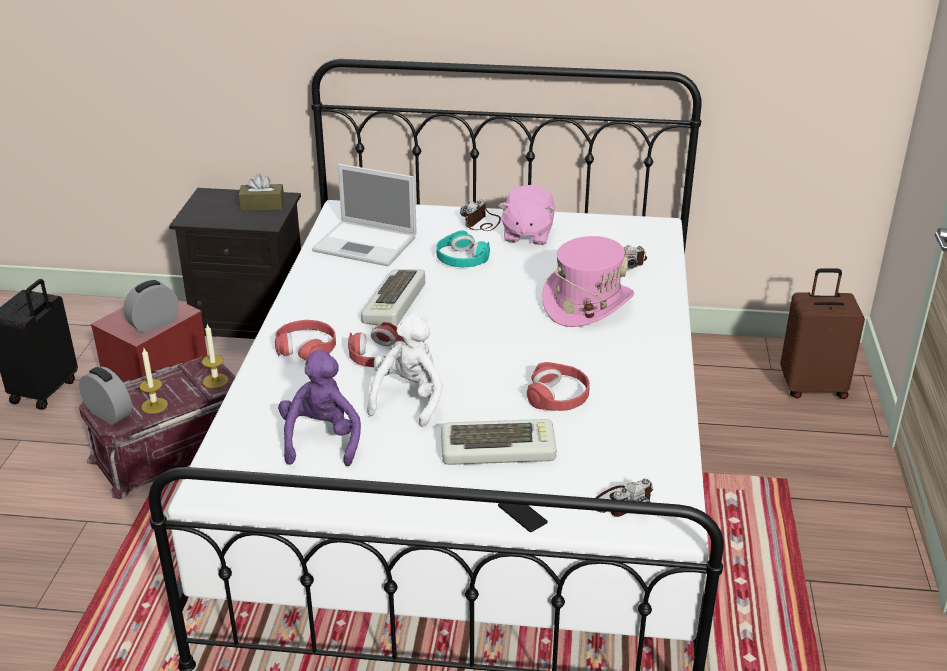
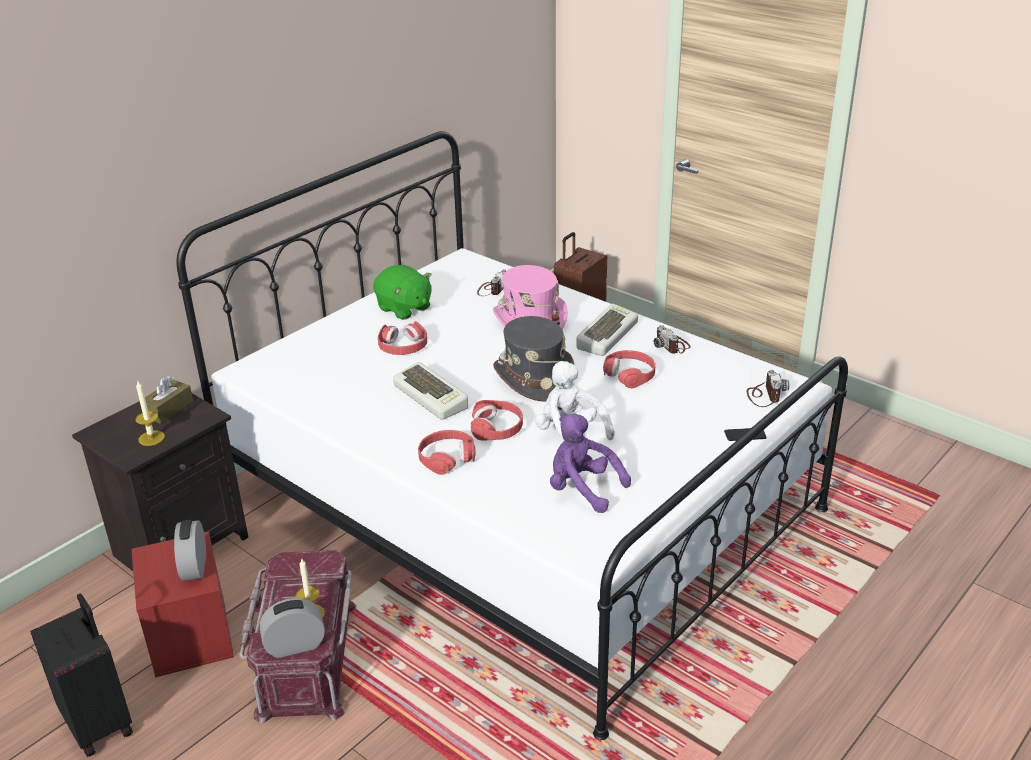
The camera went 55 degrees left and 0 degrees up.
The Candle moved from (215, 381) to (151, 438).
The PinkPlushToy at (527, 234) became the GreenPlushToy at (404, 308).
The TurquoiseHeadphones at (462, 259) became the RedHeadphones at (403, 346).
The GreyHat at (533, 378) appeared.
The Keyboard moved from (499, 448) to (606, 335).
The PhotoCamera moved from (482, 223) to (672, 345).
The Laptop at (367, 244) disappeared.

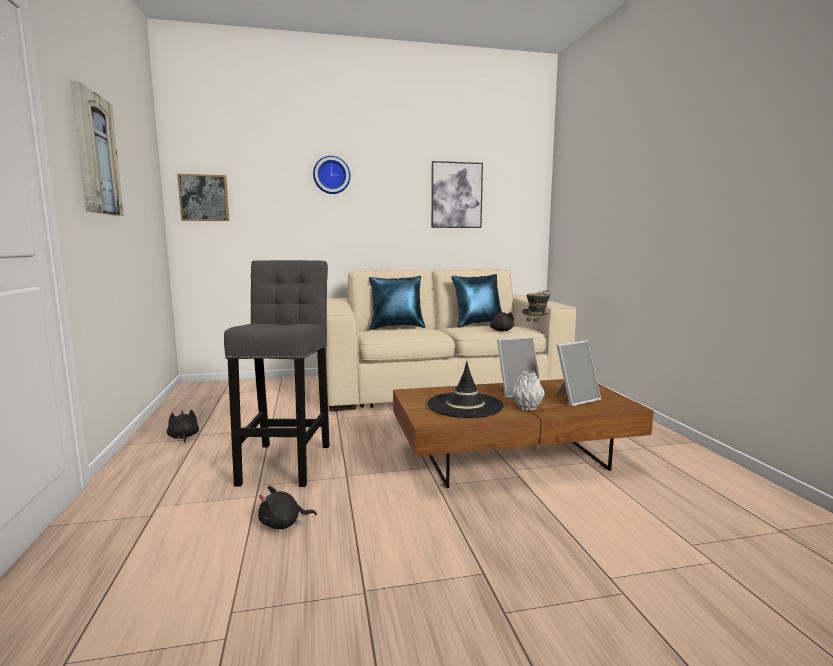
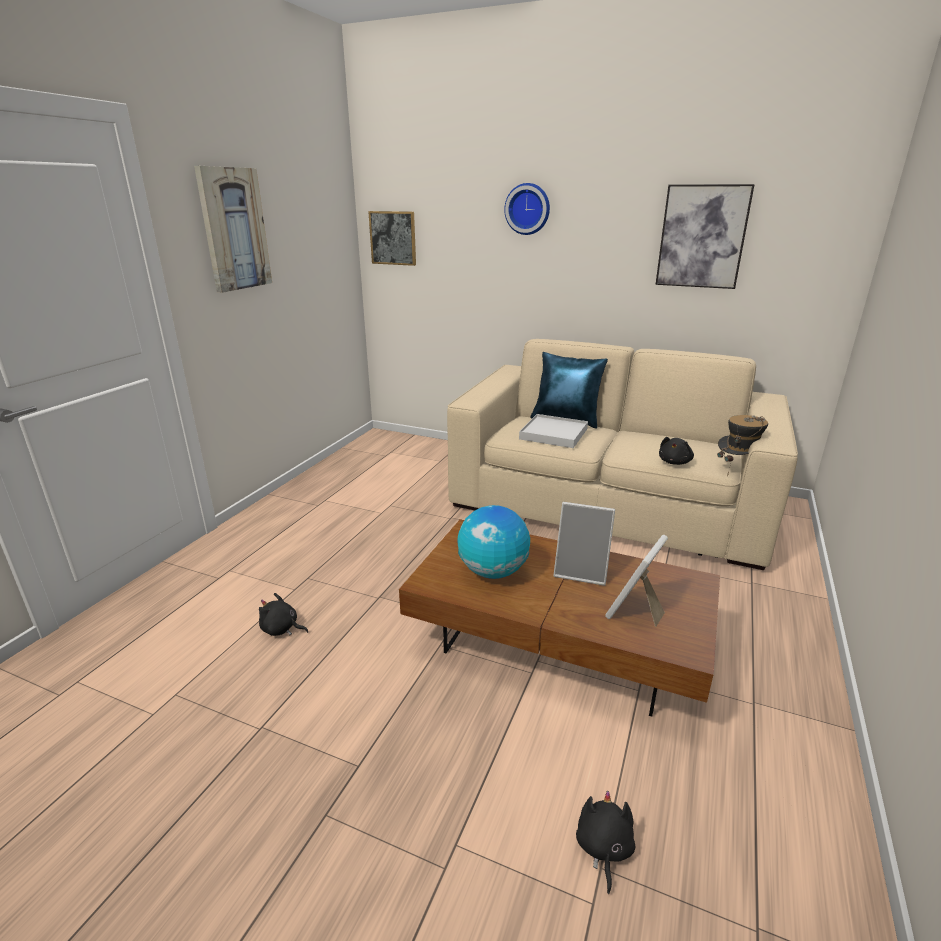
The camera went 35 degrees right and 15 degrees up.
The BlackHat at (465, 405) was replaced by the Globe at (493, 572).
The WhiteTray at (554, 434) appeared.
The BlackPlushToy moved from (183, 437) to (603, 848).
The PictureFrame at (575, 399) turned 120 degrees clockwise.
The GreyStool at (287, 461) disappeared.
The BluePillow at (478, 324) disappeared.
The GreyVase at (527, 408) disappeared.

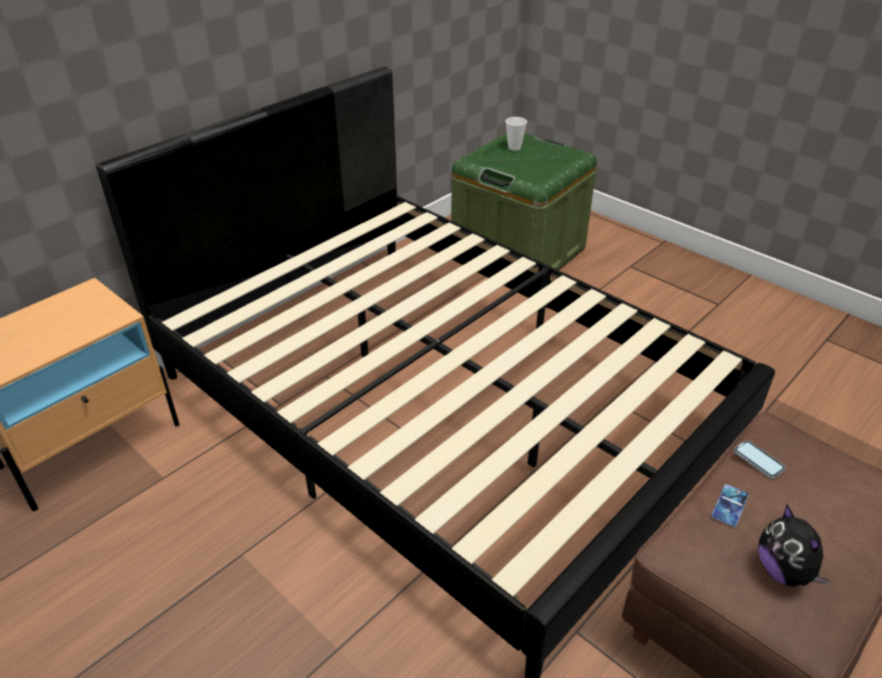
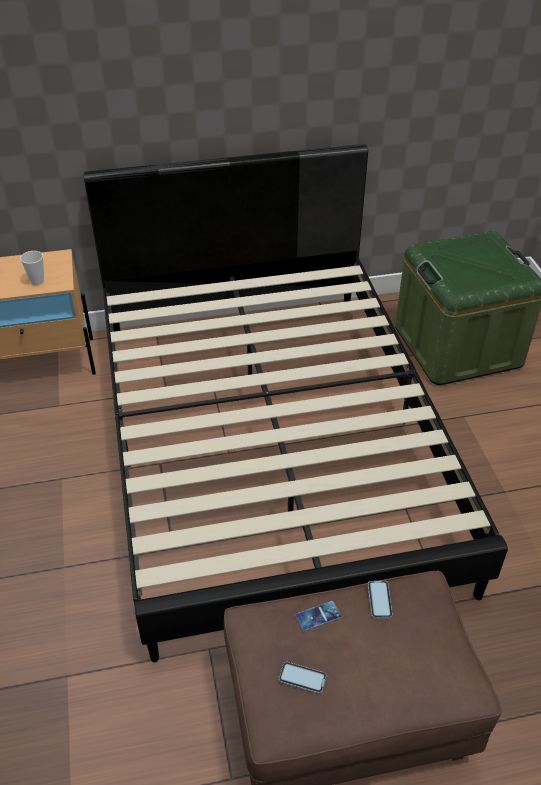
The camera went 35 degrees right and 5 degrees up.
The Cup moved from (514, 147) to (37, 281).
The PlushToy at (784, 571) was replaced by the Phone at (302, 678).

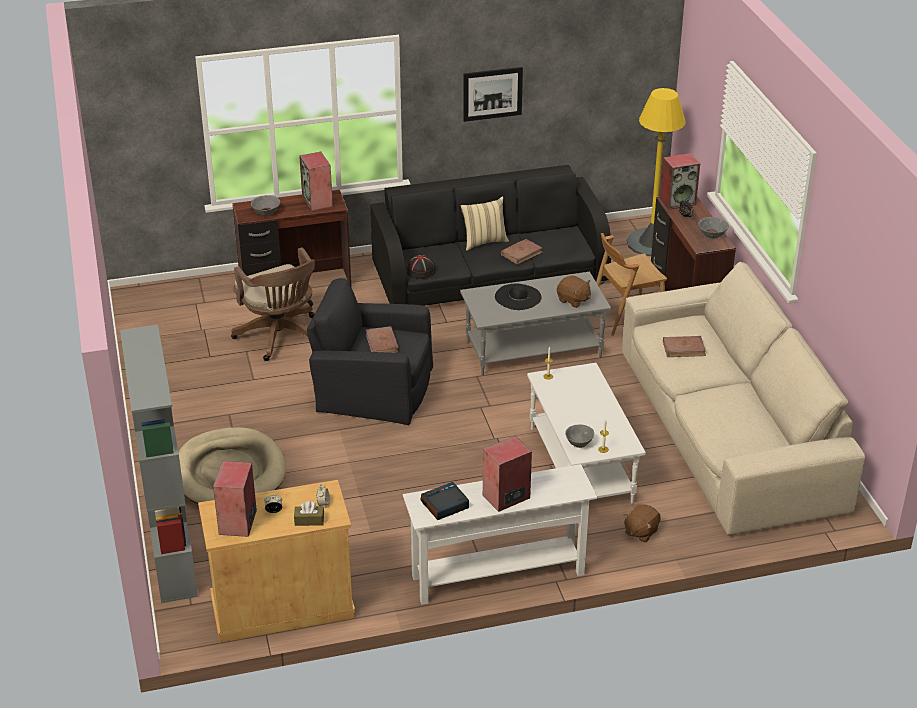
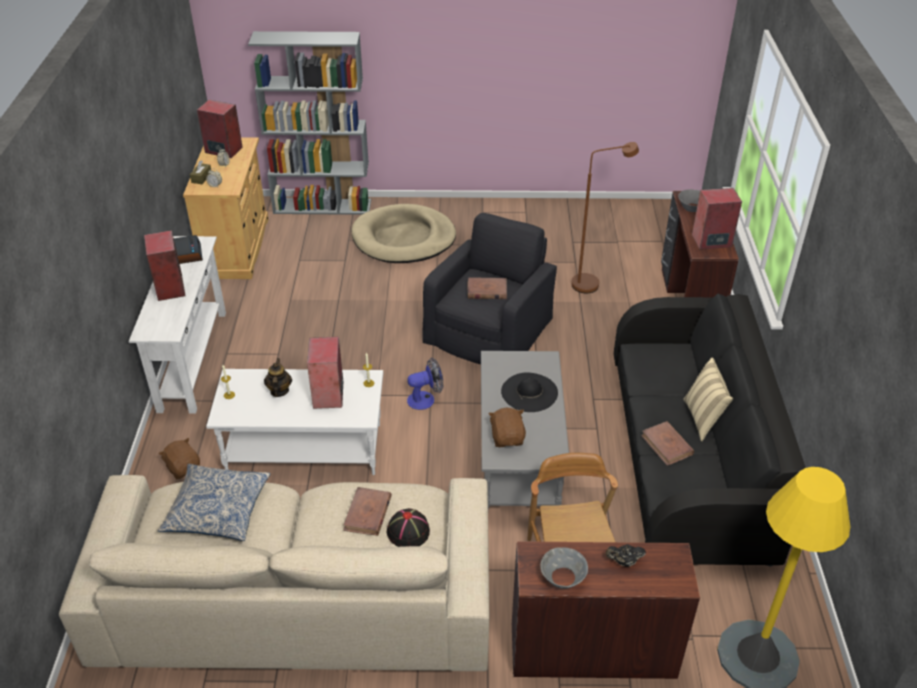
The camera went 105 degrees right and 5 degrees up.
The Pillow at (217, 510) appeared.
The Teapot at (279, 391) appeared.
The Speaker moved from (678, 201) to (329, 395).
The BlackHat moved from (421, 271) to (408, 532).
The Fan at (425, 399) appeared.
The BrownPlushToy at (573, 300) turned 120 degrees clockwise.
The BrownOfficeChair at (280, 337) was replaced by the BrownFloorLamp at (592, 283).
The Picture at (492, 93) disappeared.
The GreyBowl at (578, 443) disappeared.

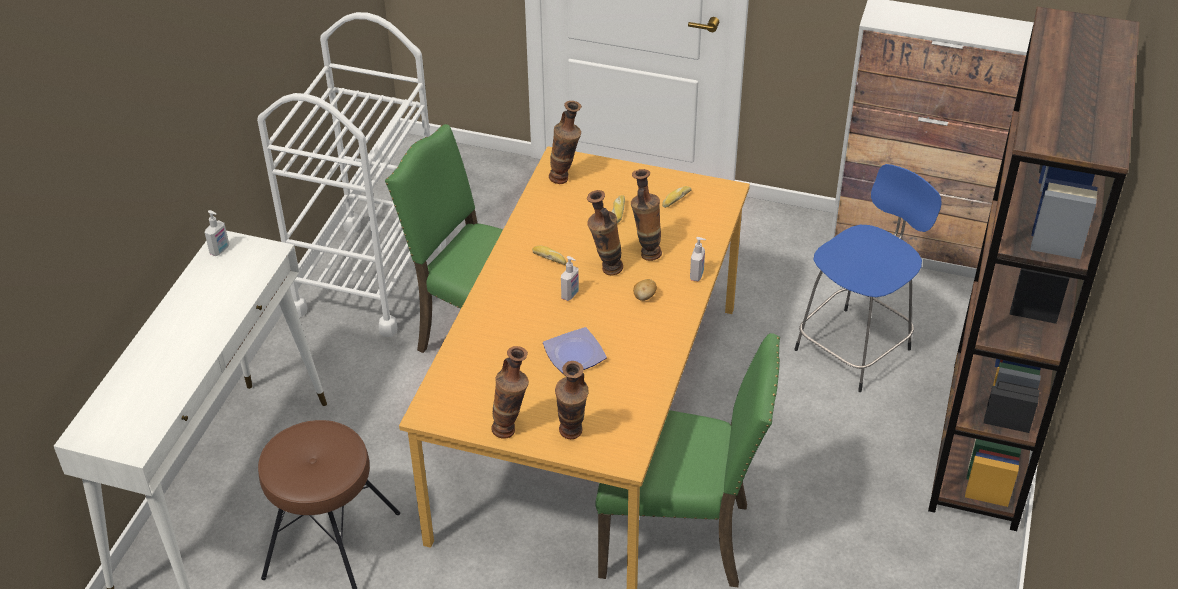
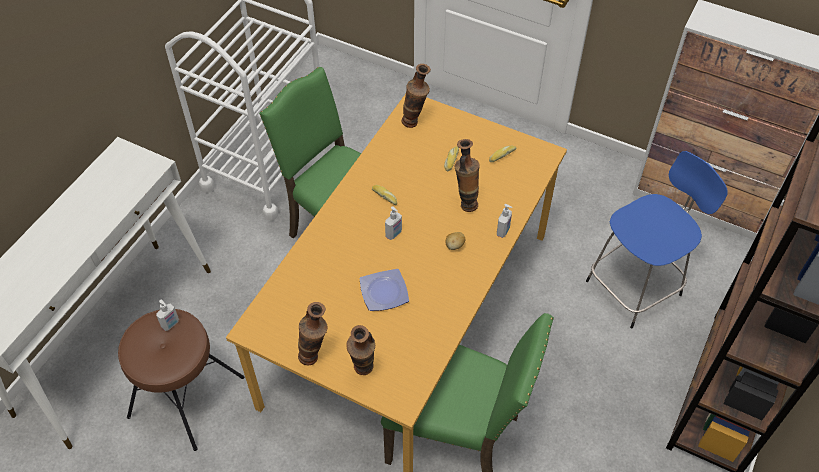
The camera went 10 degrees right and 10 degrees up.
The SoapDispenser moved from (220, 250) to (171, 324).
The Vase at (605, 270) disappeared.

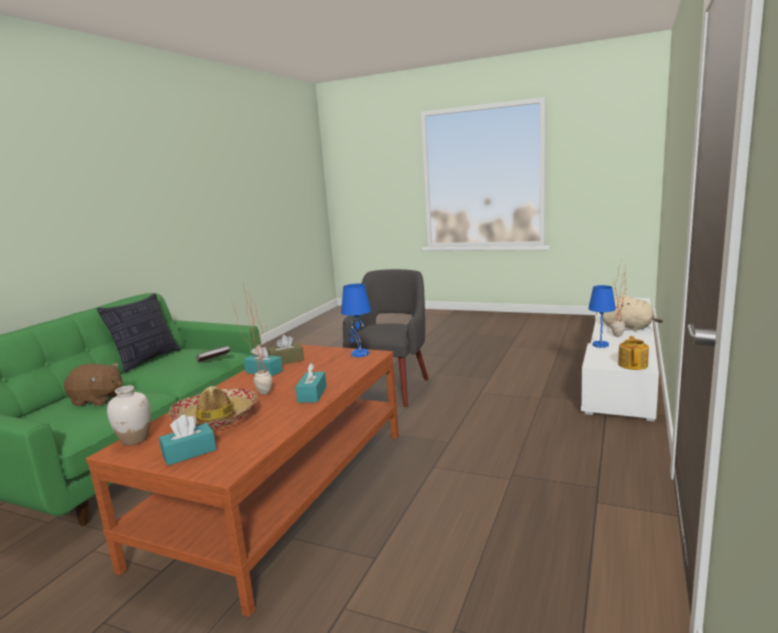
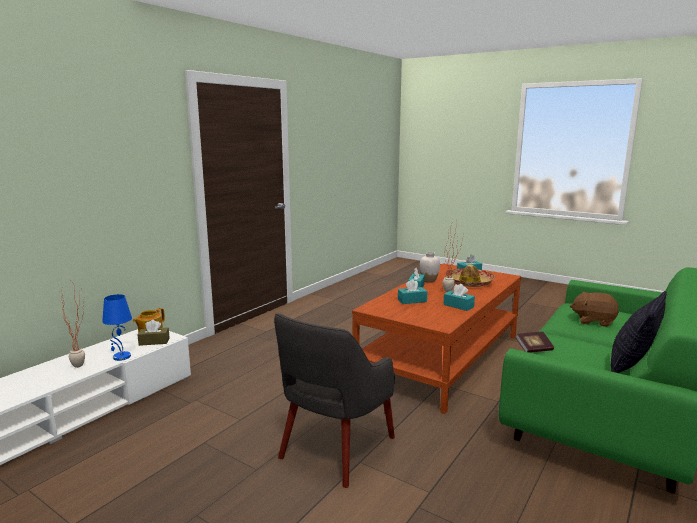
The camera went 170 degrees left and 0 degrees up.
The BrownTissueBox moved from (286, 361) to (154, 341).
The TurquoiseTissueBox at (412, 301) appeared.
The WhiteVase moved from (135, 439) to (429, 280).
The BlueTableLamp at (359, 354) disappeared.
The BeigePlushToy at (628, 327) disappeared.

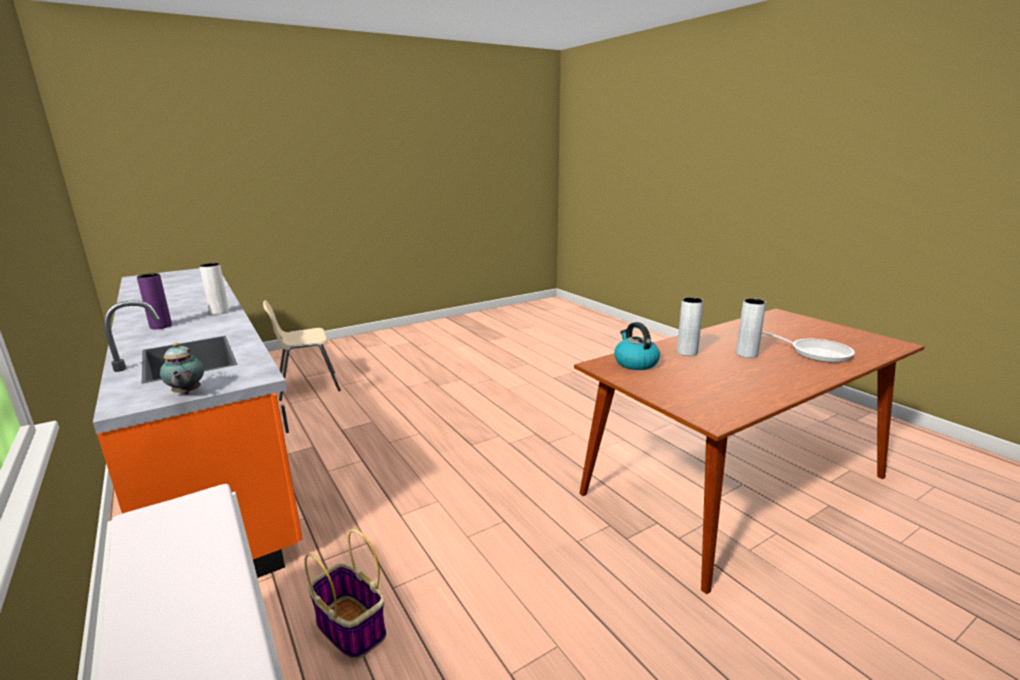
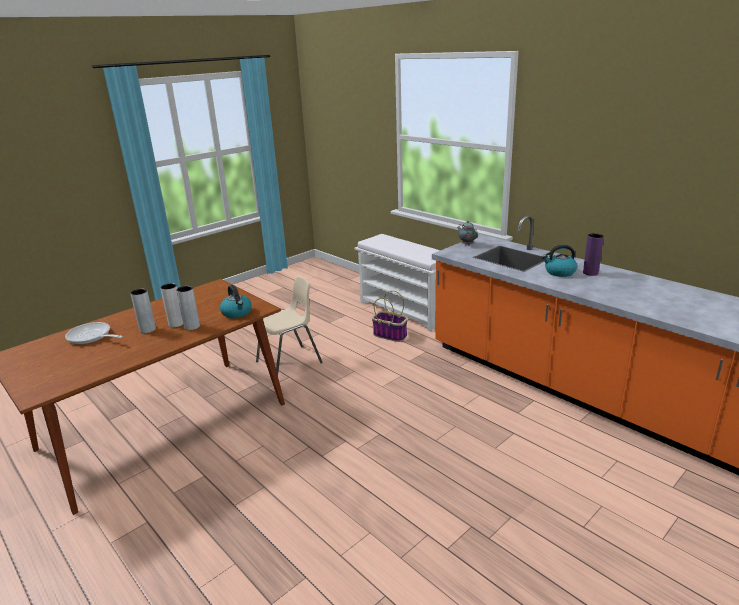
The camera went 170 degrees right and 5 degrees up.
The WhiteVase moved from (219, 312) to (176, 324).
The BeigeChair moved from (307, 386) to (290, 362).
The Kettle at (559, 272) appeared.

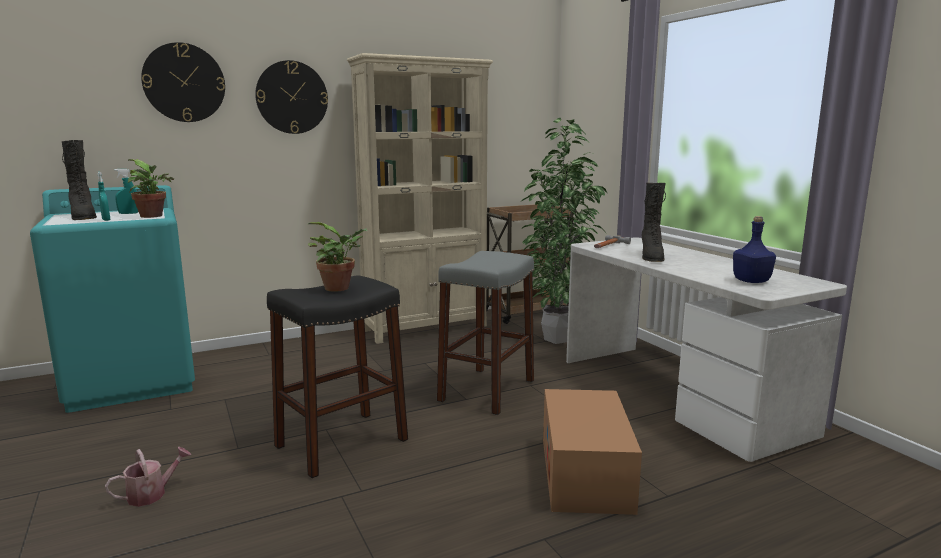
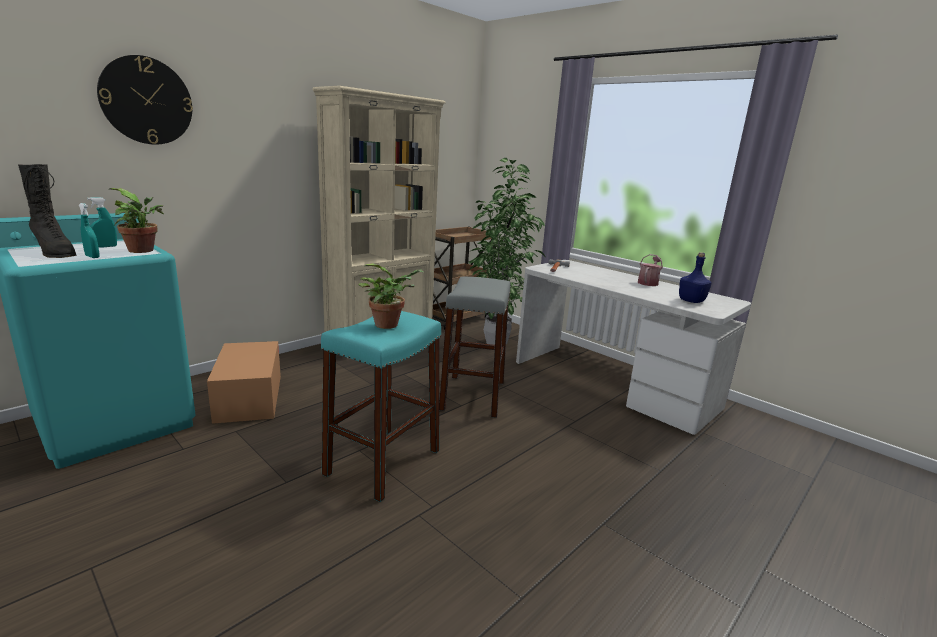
The camera went 20 degrees left and 5 degrees up.
The CardboardBox moved from (585, 473) to (249, 398).
The BlackStool at (342, 443) became the TurquoiseStool at (383, 462).
The WateringCan moved from (152, 494) to (648, 282).
The WallClock at (292, 97) disappeared.
The BlackBoot at (651, 257) disappeared.

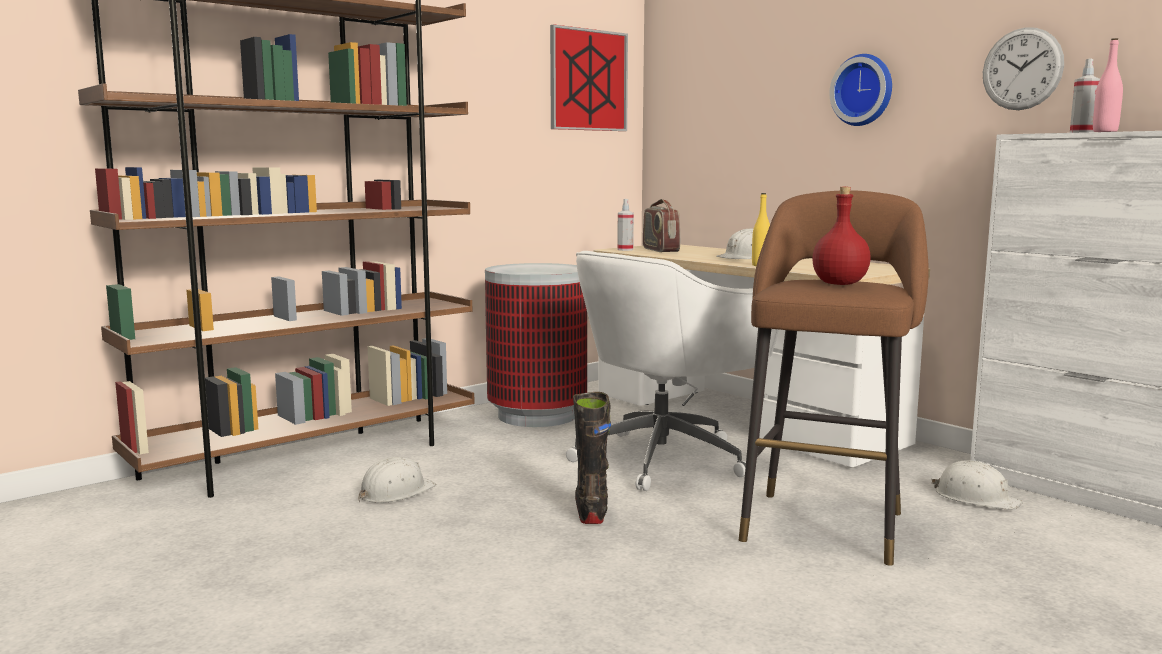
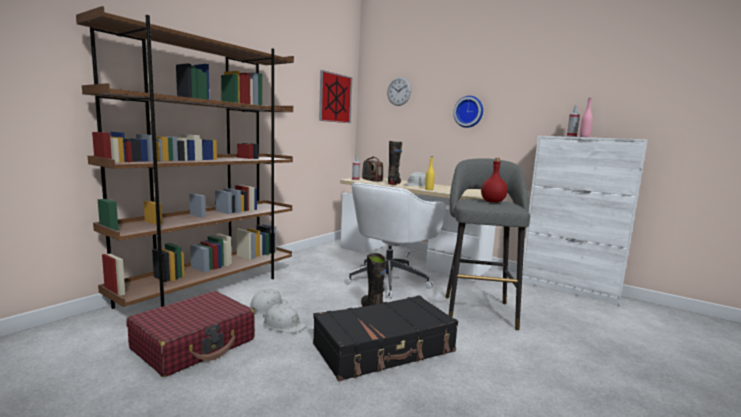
The camera went 15 degrees left and 0 degrees up.
The RedSuitcase at (194, 344) appeared.
The WhiteHardHat moved from (976, 498) to (283, 325).
The BlackSuitcase at (384, 349) appeared.
The WallClock moved from (1022, 69) to (399, 91).
The BlackBoot at (394, 183) appeared.
The BrownStool at (824, 522) became the GreyStool at (478, 310).
The TrashCan at (537, 415) disappeared.

